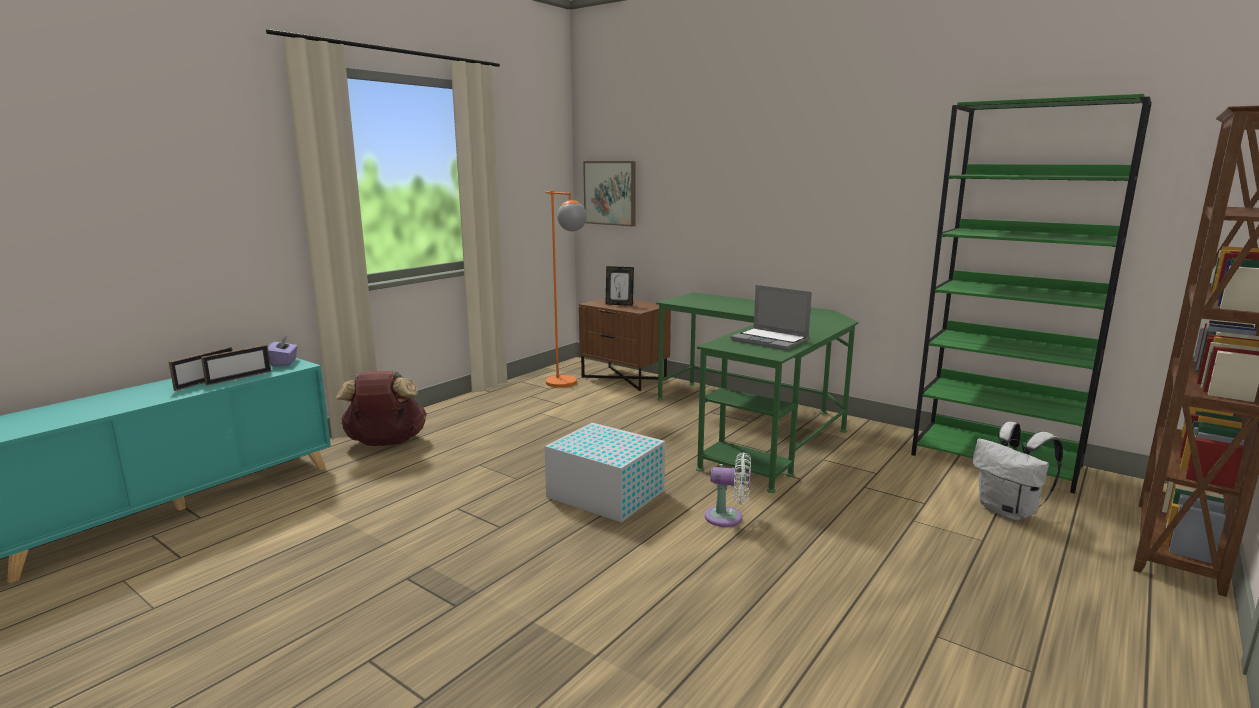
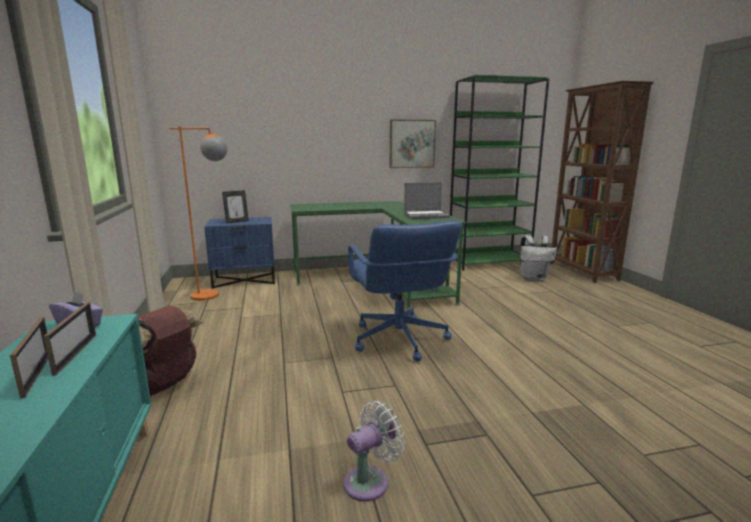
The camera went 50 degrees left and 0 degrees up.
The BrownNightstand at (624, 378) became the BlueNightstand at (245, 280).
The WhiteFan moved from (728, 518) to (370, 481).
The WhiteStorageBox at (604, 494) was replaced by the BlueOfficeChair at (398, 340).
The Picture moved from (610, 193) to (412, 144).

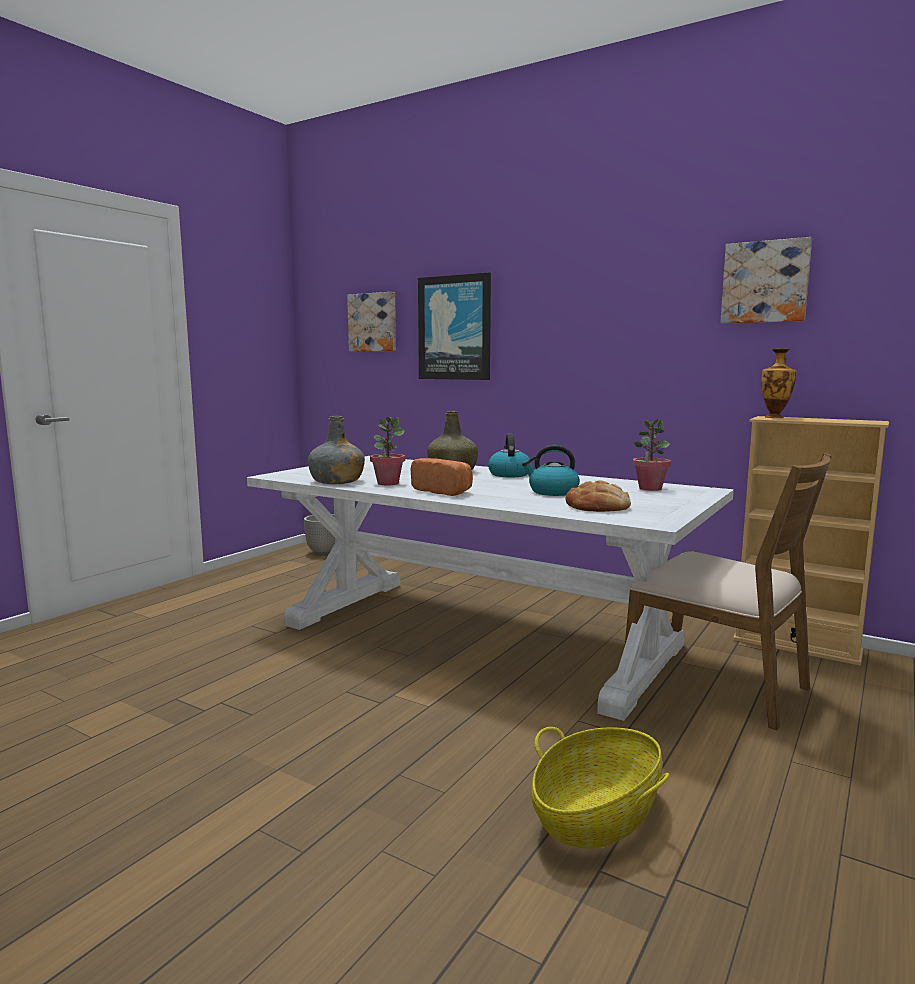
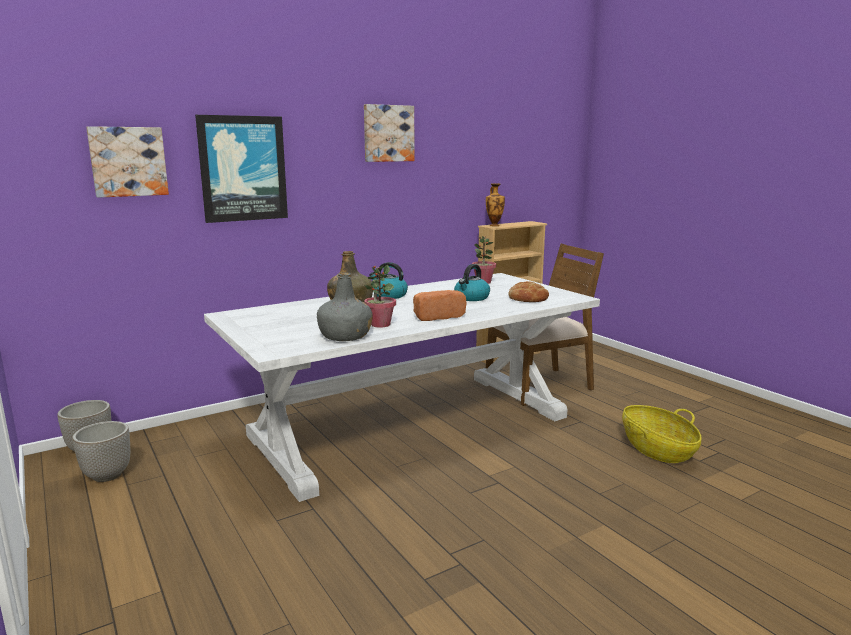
The camera went 65 degrees left and 5 degrees up.
The Planter at (107, 475) appeared.
The Picture moved from (765, 282) to (388, 133).

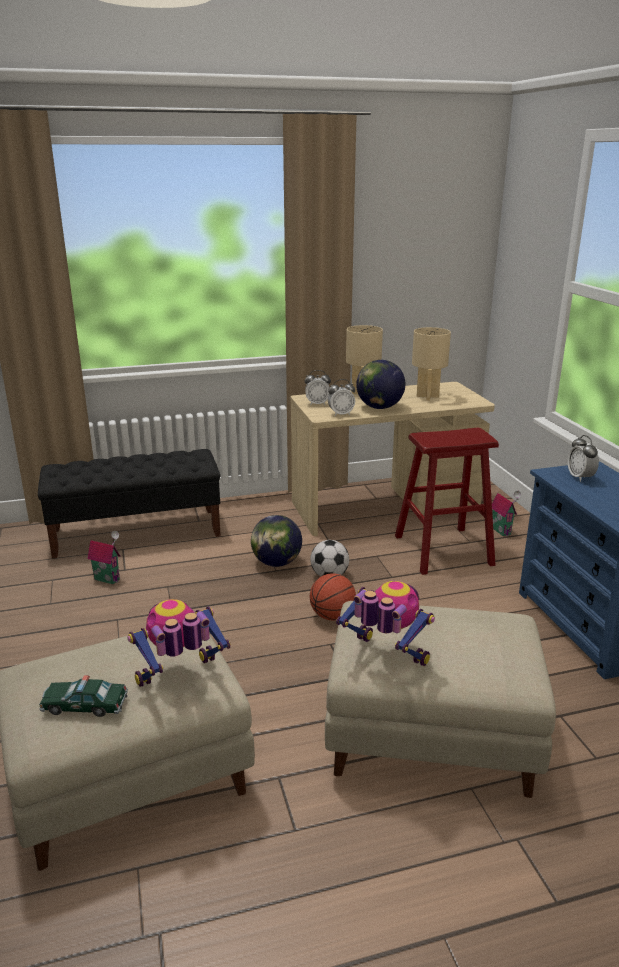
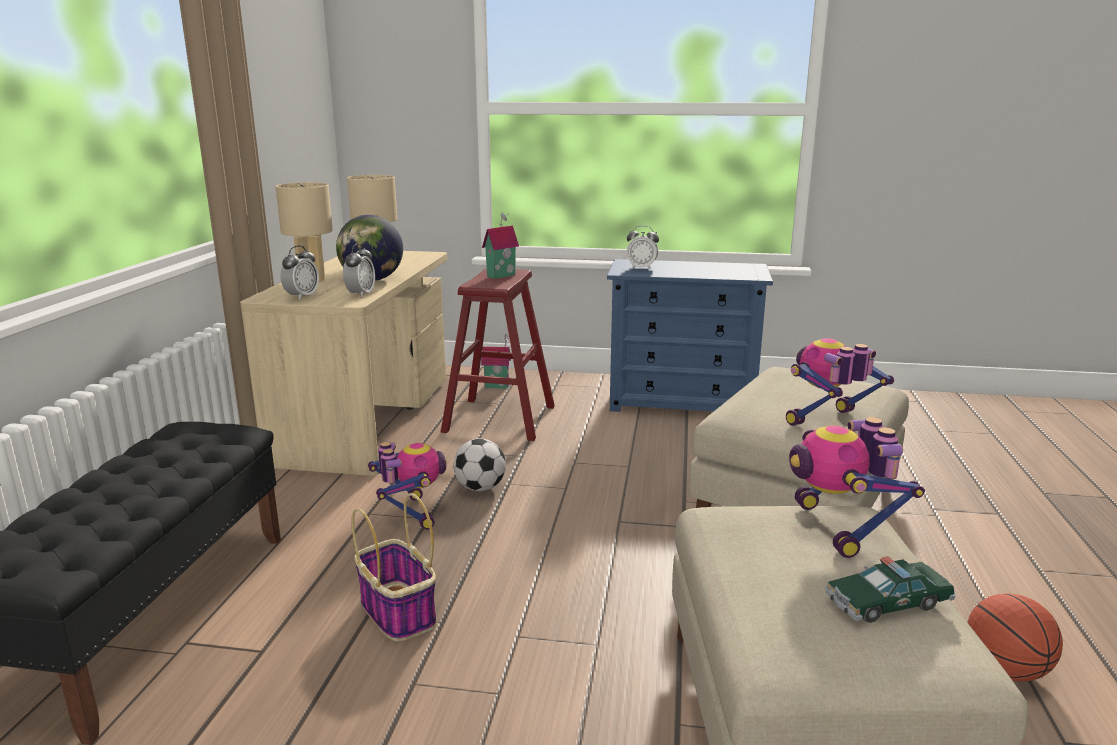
The camera went 65 degrees left and 5 degrees down.
The Basket at (397, 612) appeared.
The Globe at (277, 563) was replaced by the ToyRobot at (410, 513).
The ToyHouse moved from (108, 578) to (500, 275).
The ToyCar at (85, 705) turned 45 degrees clockwise.
The Basketball moved from (332, 616) to (1005, 671).

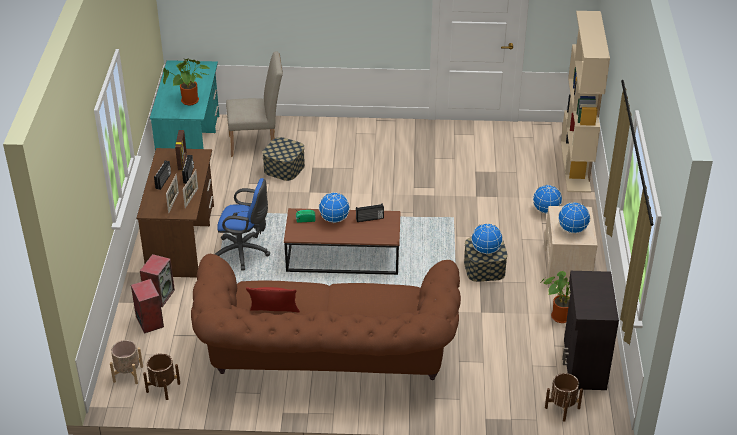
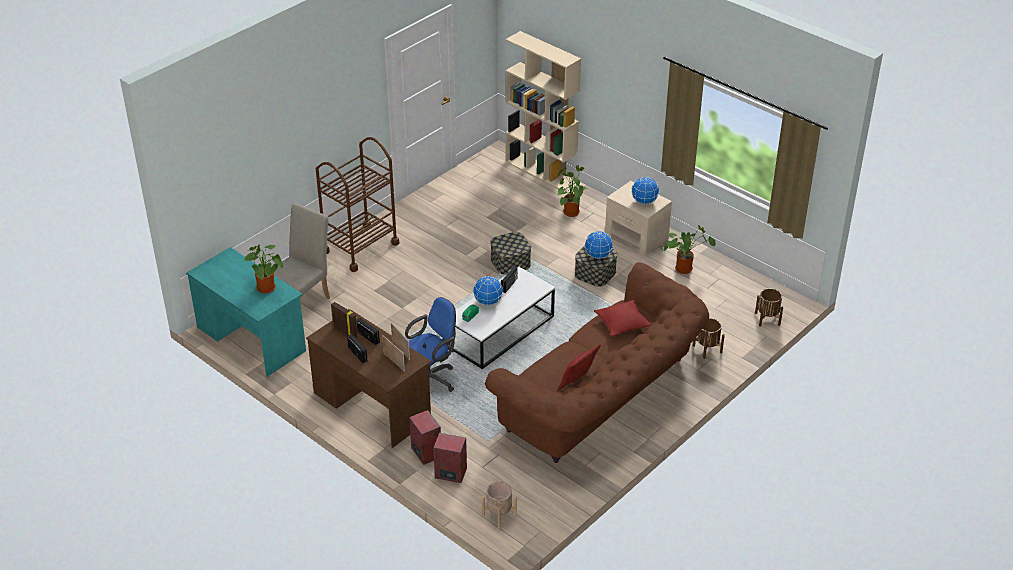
The camera went 50 degrees left and 0 degrees up.
The BrownCart at (360, 247) appeared.
The BrownCoffeeTable at (343, 257) became the WhiteCoffeeTable at (500, 332).
The StorageBox moved from (284, 168) to (510, 262).
The Globe at (546, 210) was replaced by the PottedPlant at (570, 211).
The RedPillow at (622, 323) appeared.
The BrownPlanter moved from (163, 388) to (707, 349).
The BlackCabinet at (583, 364) disappeared.

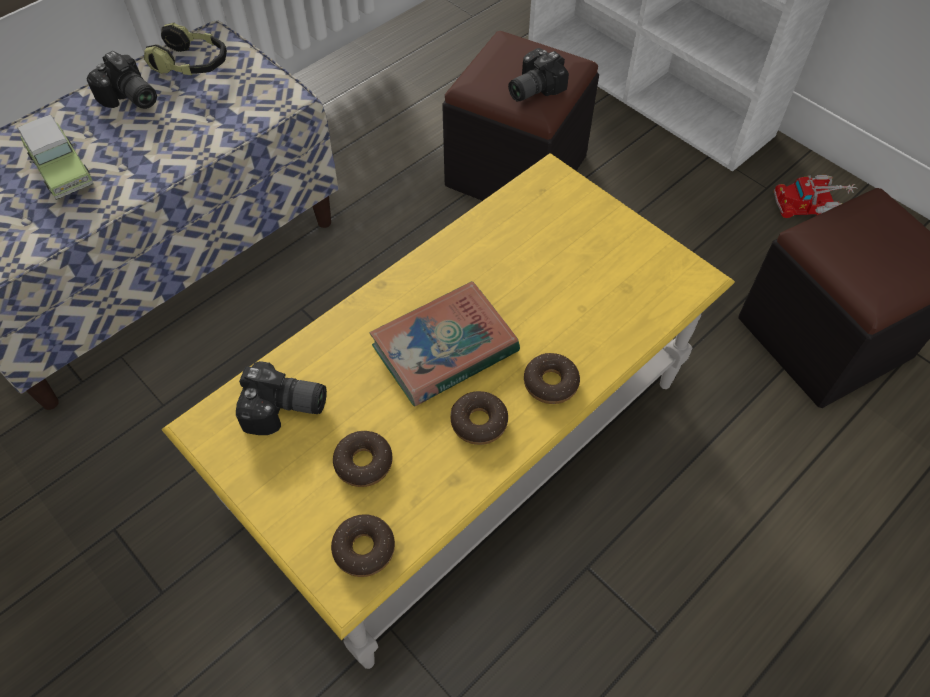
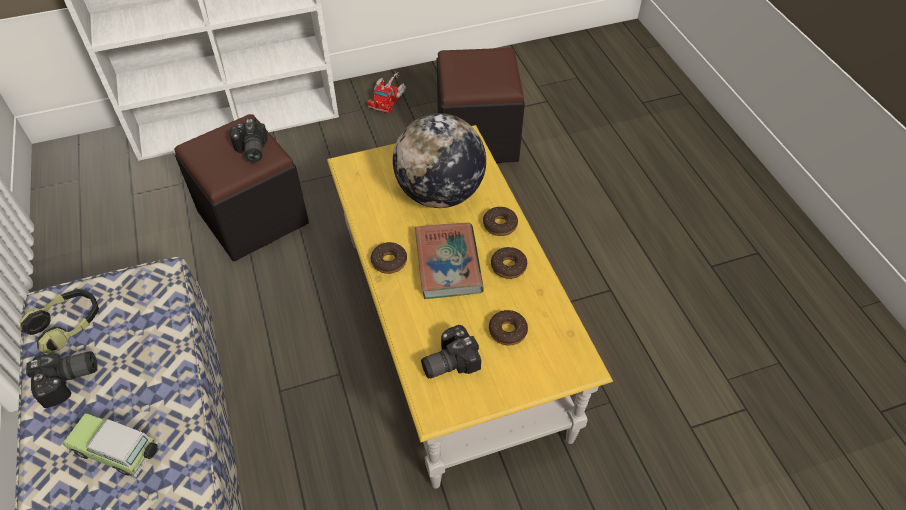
The camera went 65 degrees left and 5 degrees down.
The ToyCar at (62, 171) turned 150 degrees counterclockwise.
The Donut moved from (364, 549) to (389, 261).
The Globe at (440, 193) appeared.
The PhotoCamera at (285, 410) turned 150 degrees counterclockwise.

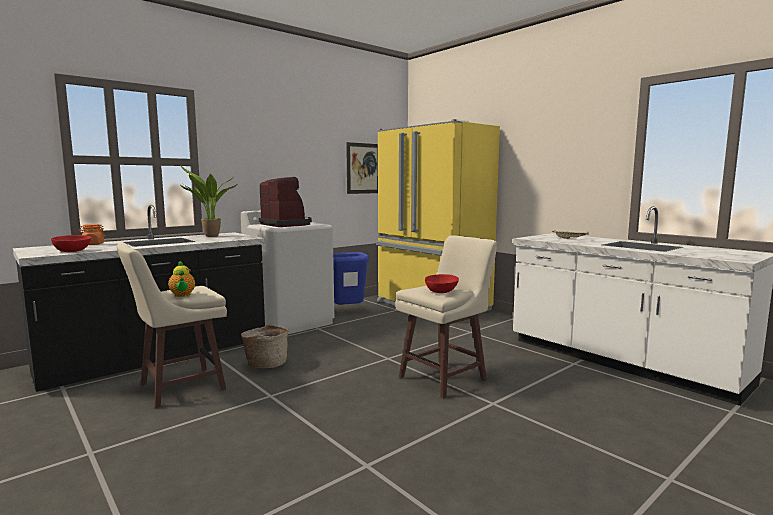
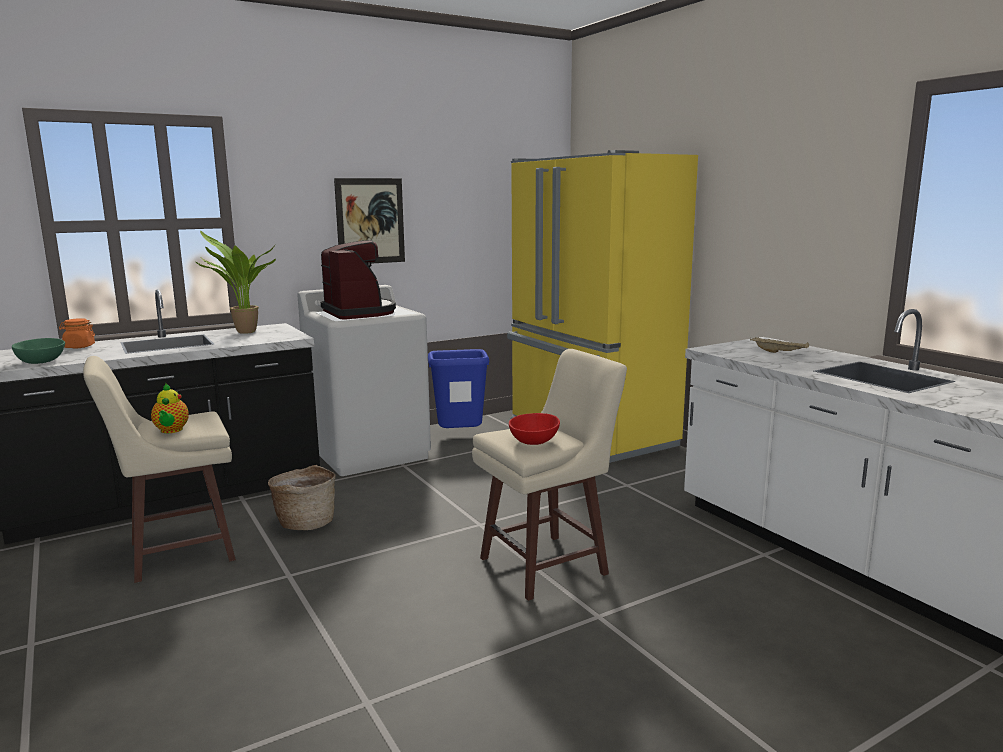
The camera went 10 degrees right and 5 degrees up.
The RedBowl at (72, 251) became the GreenBowl at (40, 361).
The Picture moved from (363, 168) to (370, 221).

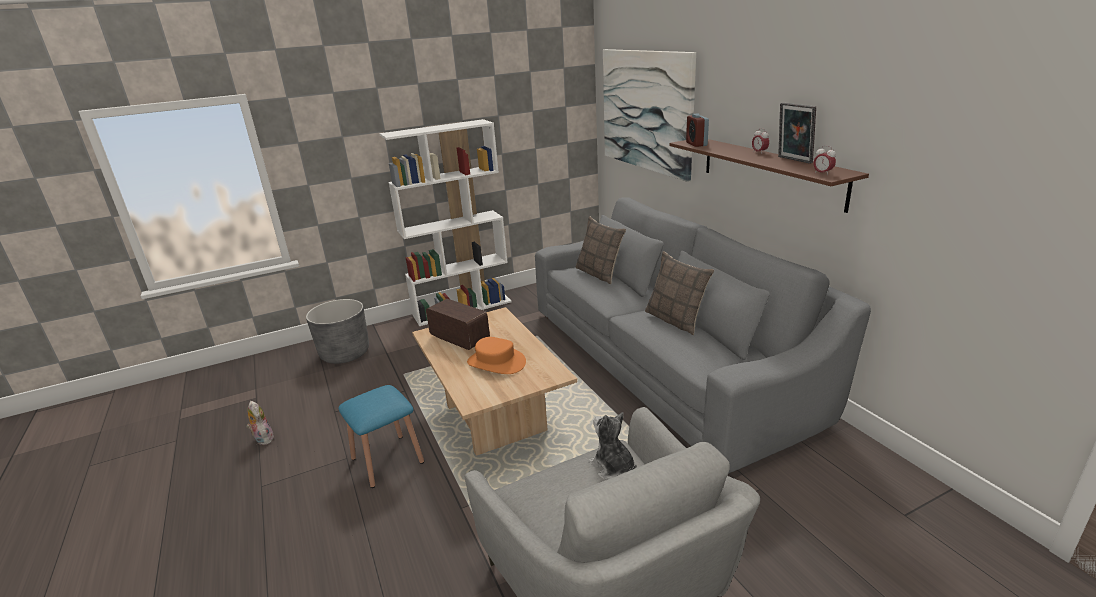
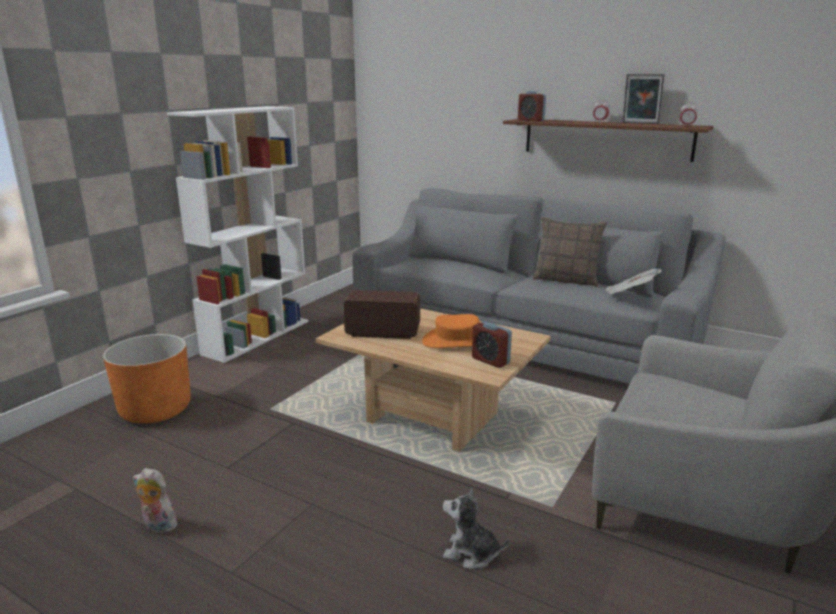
The camera went 35 degrees left and 5 degrees down.
The GreyPlanter at (345, 353) became the OrangePlanter at (155, 409).
The PlushToy moved from (613, 467) to (471, 553).
The AlarmClock at (490, 360) appeared.
The Newspaper at (629, 294) appeared.
The BlueStool at (387, 460) disappeared.
The Pillow at (599, 273) disappeared.
The Picture at (646, 111) disappeared.

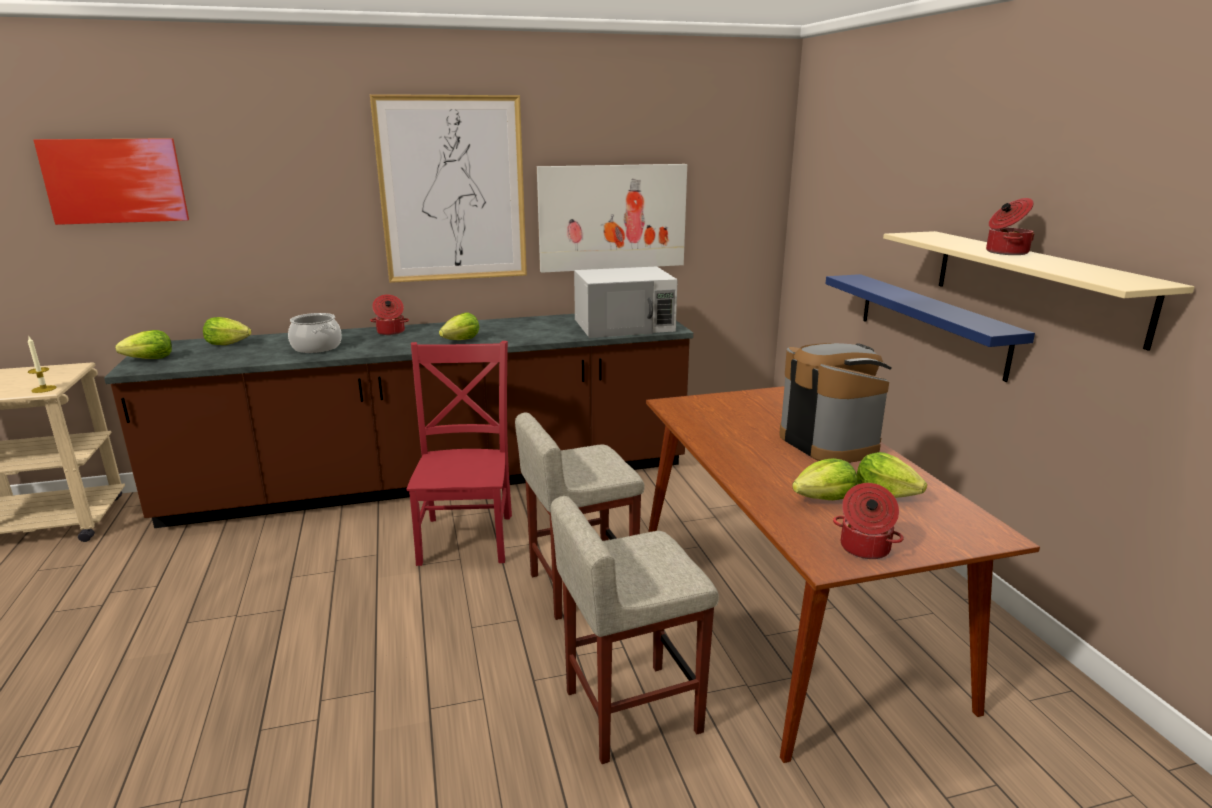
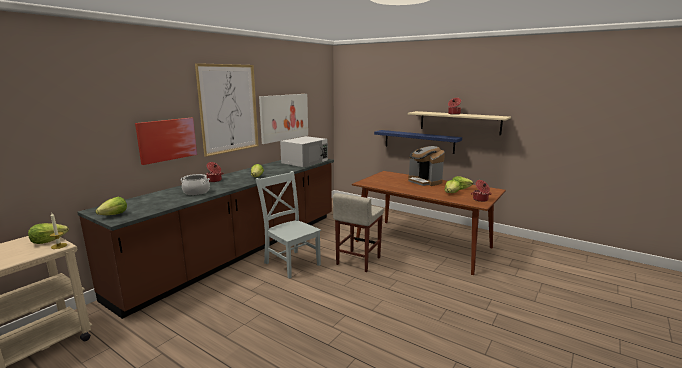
The camera went 40 degrees left and 5 degrees down.
The Lettuce moved from (227, 344) to (48, 241).
The Picture moved from (115, 181) to (167, 140).
The RedChair at (467, 536) became the GreyChair at (291, 263).
The CoffeeMachine at (829, 442) turned 150 degrees counterclockwise.
The BeigeStool at (630, 711) disappeared.

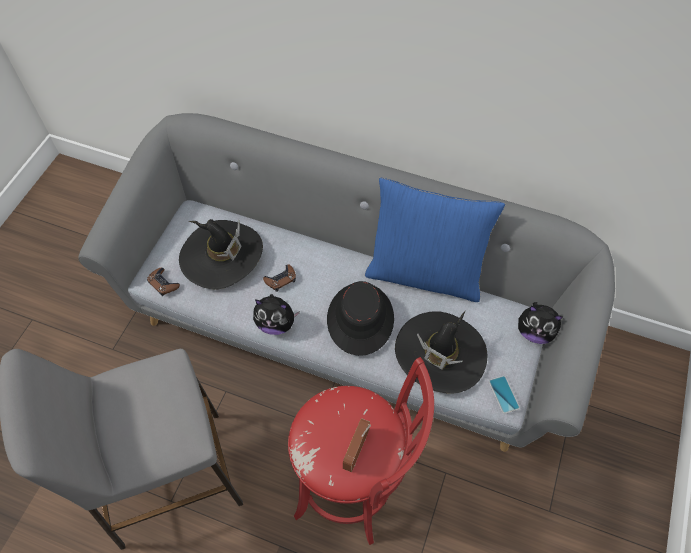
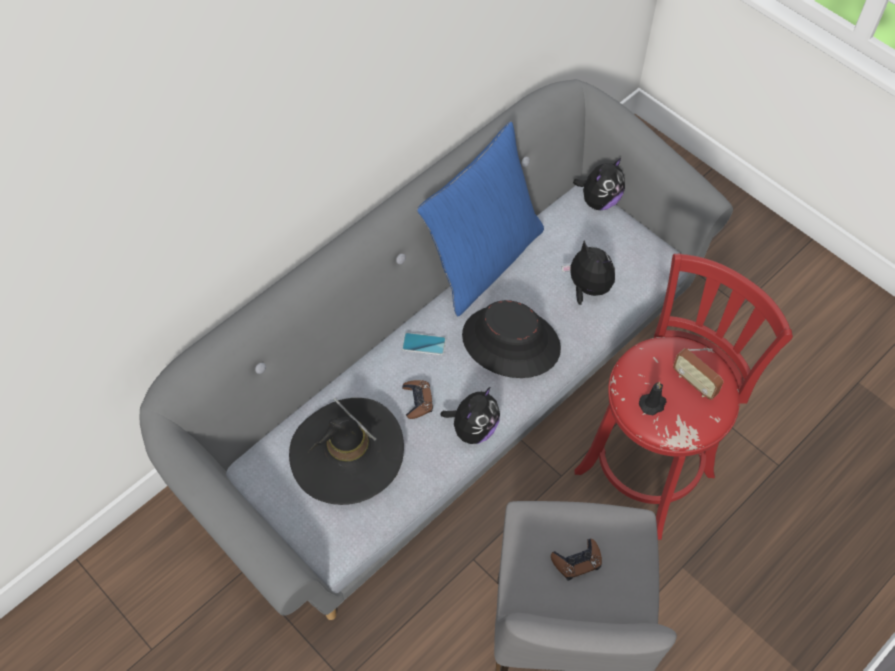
The camera went 65 degrees left and 0 degrees up.
The Phone moved from (503, 394) to (424, 344).
The BrownGameController moved from (163, 283) to (577, 561).
The BlackHat at (440, 353) was replaced by the PlushToy at (587, 288).
The BlackCandle at (653, 404) appeared.

